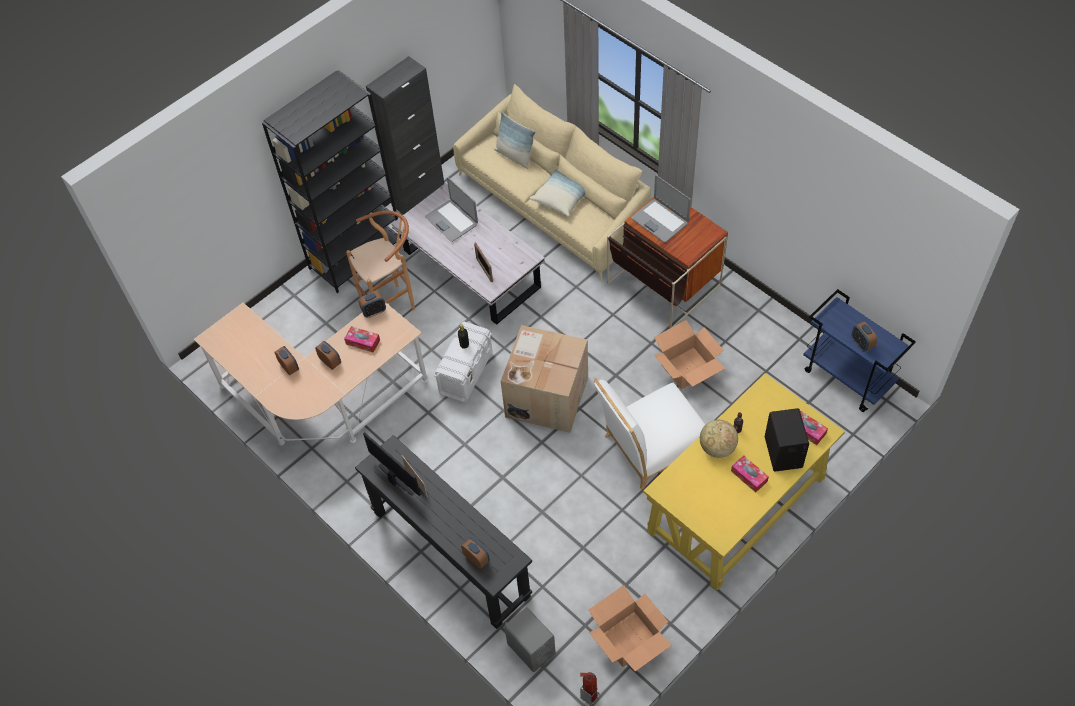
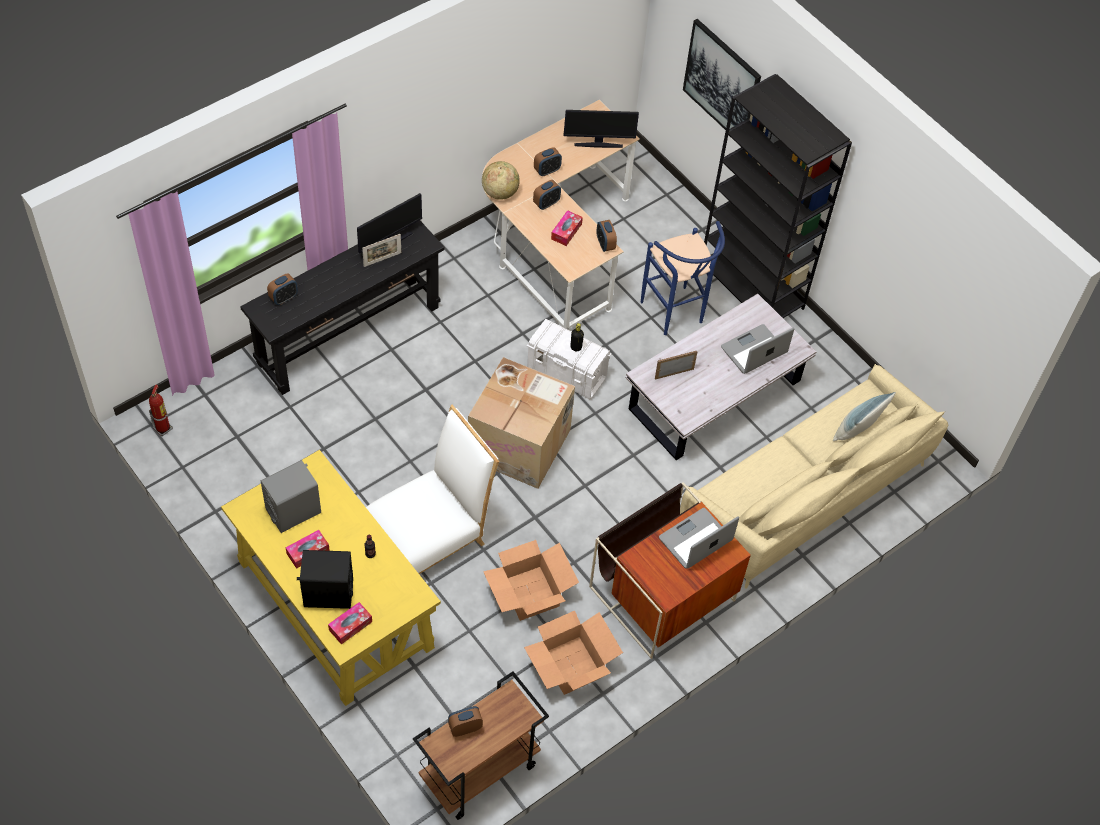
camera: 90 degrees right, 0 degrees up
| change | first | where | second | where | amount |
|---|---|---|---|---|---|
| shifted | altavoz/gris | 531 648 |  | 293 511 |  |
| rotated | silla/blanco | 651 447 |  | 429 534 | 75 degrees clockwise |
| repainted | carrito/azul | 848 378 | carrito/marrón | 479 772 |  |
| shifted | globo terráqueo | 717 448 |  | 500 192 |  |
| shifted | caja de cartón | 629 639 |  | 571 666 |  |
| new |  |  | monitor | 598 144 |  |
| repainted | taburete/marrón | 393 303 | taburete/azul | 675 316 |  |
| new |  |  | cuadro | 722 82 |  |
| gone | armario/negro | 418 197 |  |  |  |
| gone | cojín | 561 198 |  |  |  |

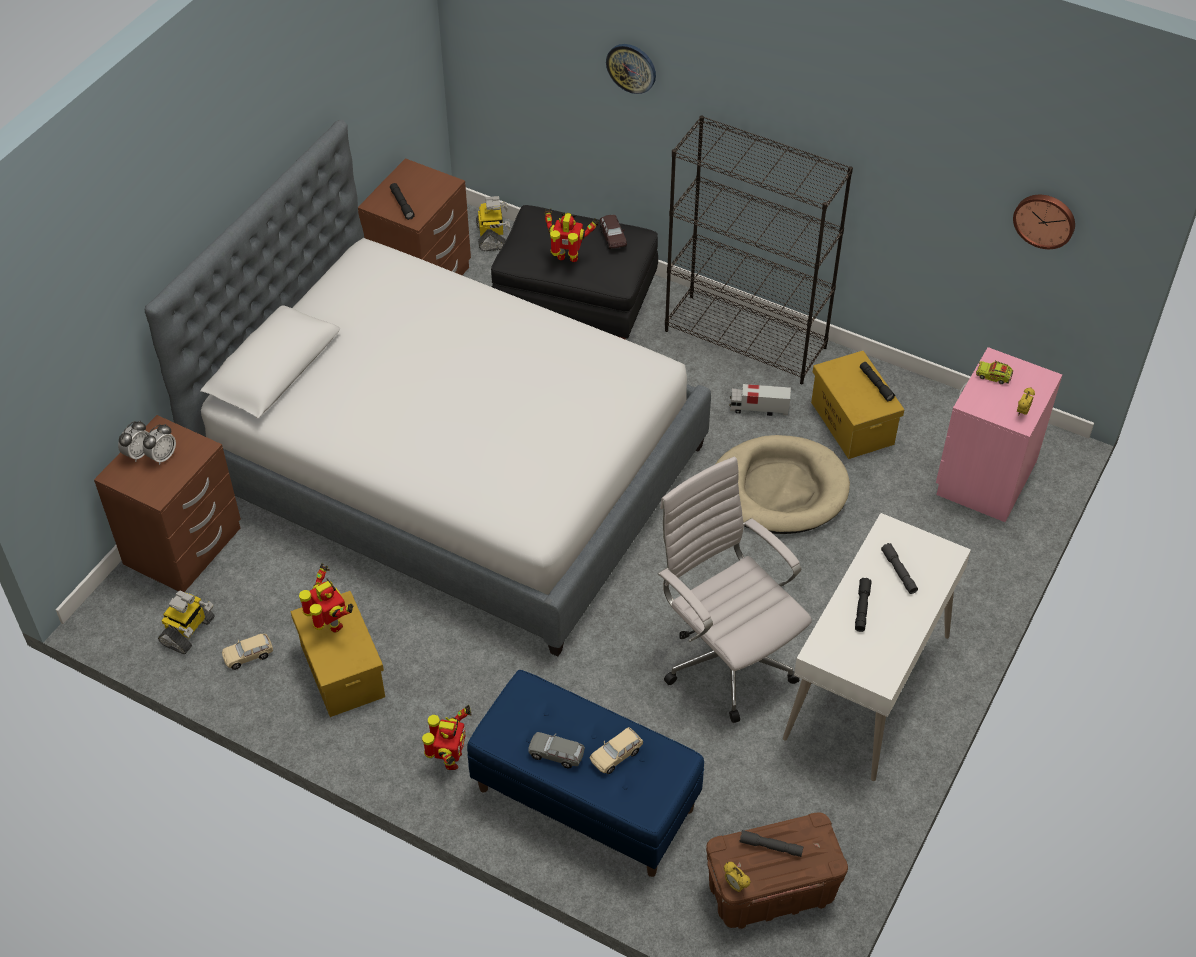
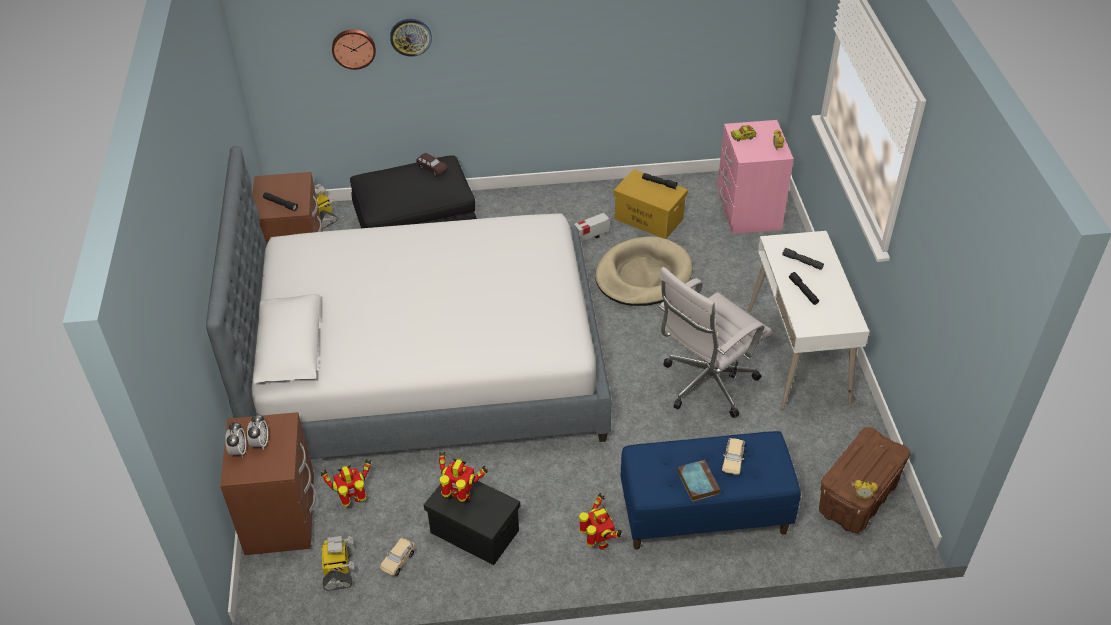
camera: 35 degrees left, 5 degrees down
| change | first | where | second | where | amount |
|---|---|---|---|---|---|
| shifted | robot de juguete | 568 259 |  | 353 501 |  |
| shifted | reloj de pared | 1045 219 |  | 353 48 |  |
| repainted | caja de almacenaje/amarillo | 342 670 | caja de almacenaje/negro | 473 531 |  |
| rotated | silla de oficina/blanco | 725 659 |  | 705 385 | 60 degrees counterclockwise |
| swapped | coche de juguete/gris | 556 754 | libro | 697 482 |  |
| gone | estantería/negro | 746 339 |  |  |  |
| gone | linterna/gris | 771 846 |  |  |  |

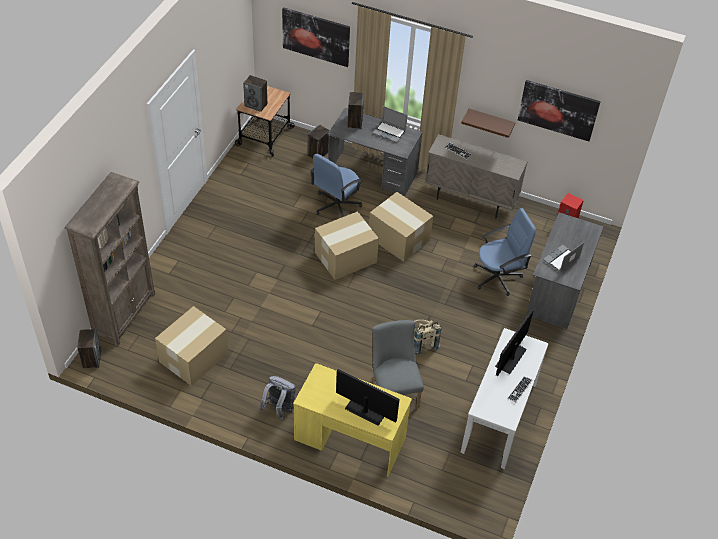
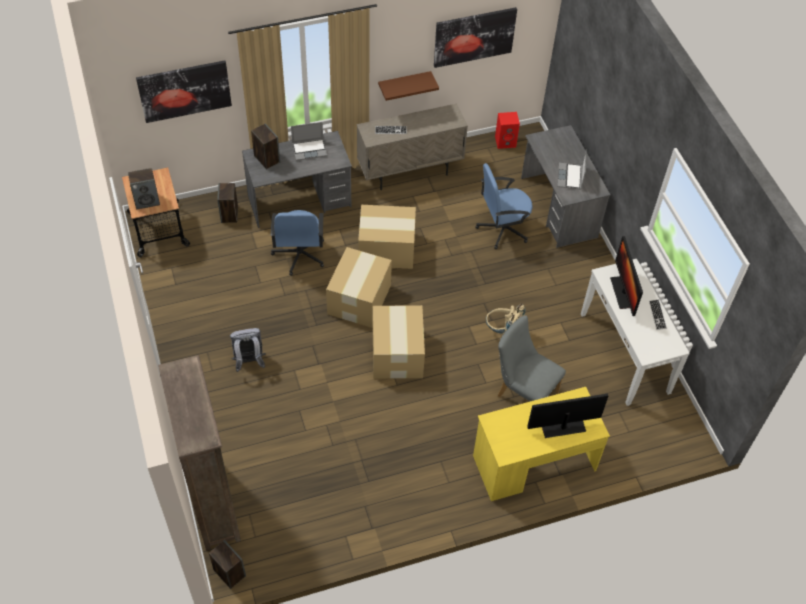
camera: 40 degrees left, 5 degrees up
| change | first | where | second | where | amount |
|---|---|---|---|---|---|
| shifted | mochila/gris | 279 409 |  | 249 362 |  |
| shifted | caja de cartón | 194 357 |  | 397 353 |  |
| rotated | silla de oficina/azul | 498 277 |  | 502 229 | 135 degrees counterclockwise |

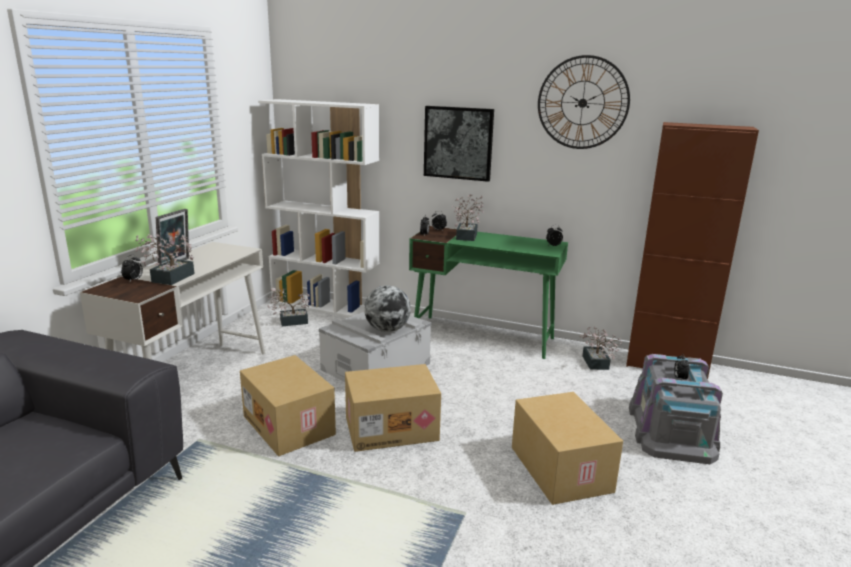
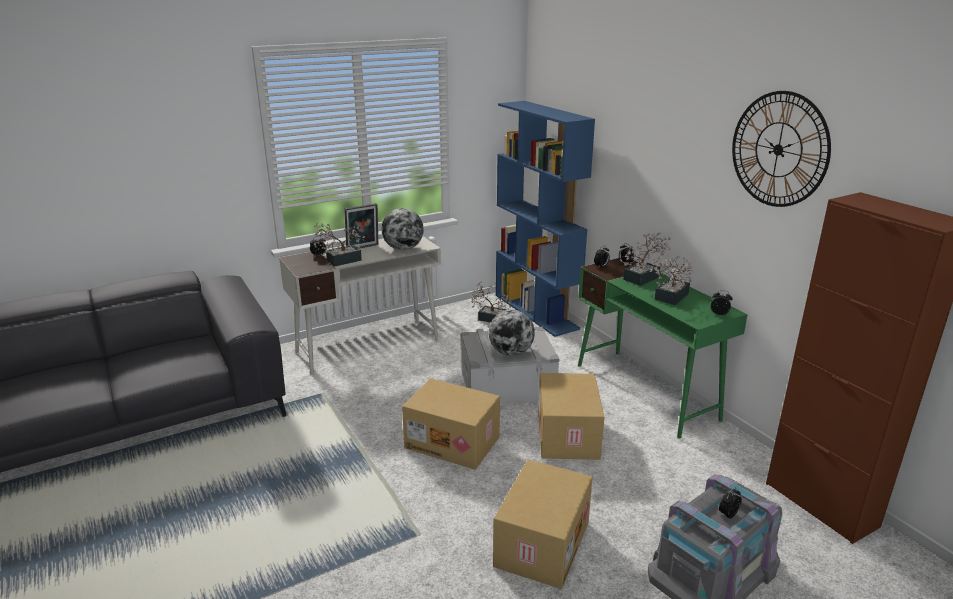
camera: 40 degrees right, 5 degrees up
| change | first | where | second | where | amount |
|---|---|---|---|---|---|
| new |  |  | globo terráqueo | 403 249 |  |
| repainted | estantería/blanco | 326 306 | estantería/azul | 536 311 |  |
| shifted | caja de cartón | 290 425 |  | 569 435 |  |
| shifted | planta en maceta | 596 364 |  | 669 298 |  |
| gone | cuadro | 458 143 |  |  |  |

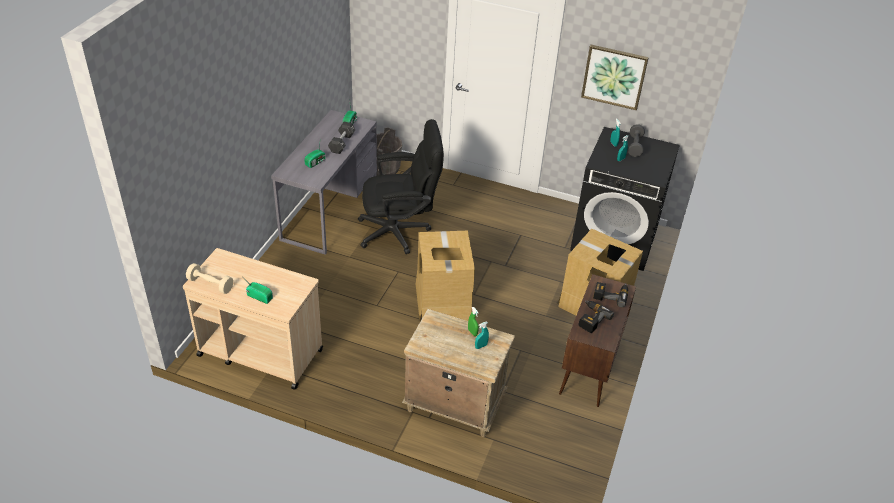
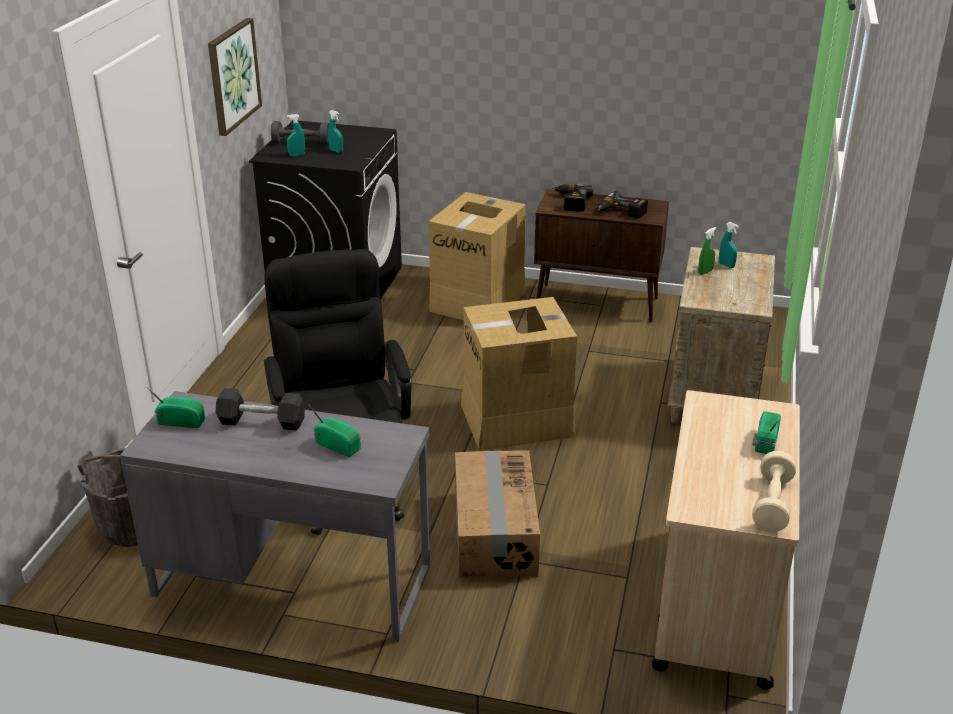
camera: 95 degrees left, 10 degrees down
| change | first | where | second | where | amount |
|---|---|---|---|---|---|
| new |  |  | caja de cartón | 493 533 |  |

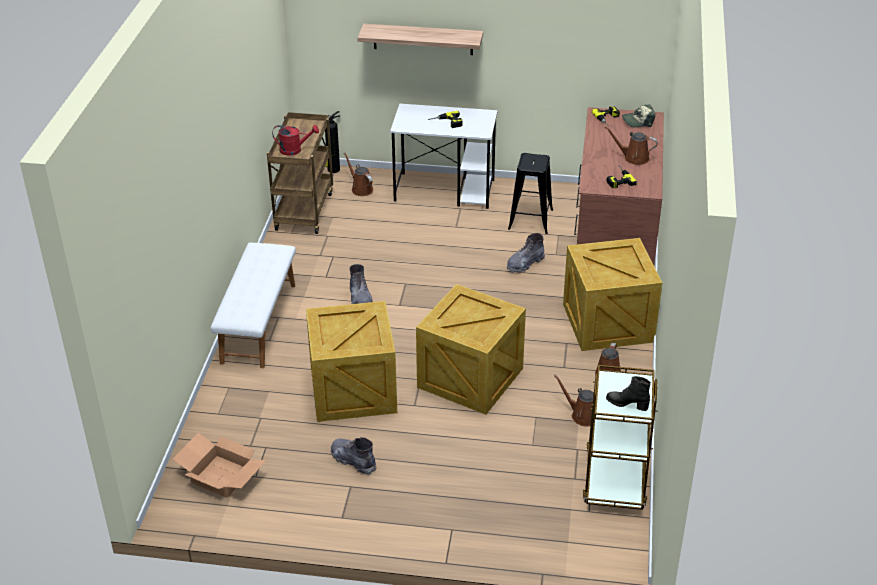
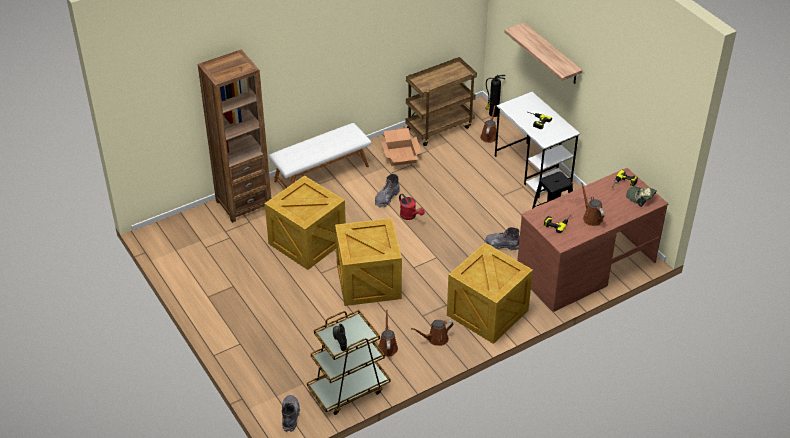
camera: 50 degrees right, 5 degrees up
| change | first | where | second | where | amount |
|---|---|---|---|---|---|
| new |  |  | estantería/marrón | 243 203 |  |
| shifted | bota/gris | 353 460 |  | 290 416 |  |
| shifted | caja de cartón | 220 476 |  | 400 155 |  |
| shifted | regadera/rojo | 294 150 |  | 410 216 |  |

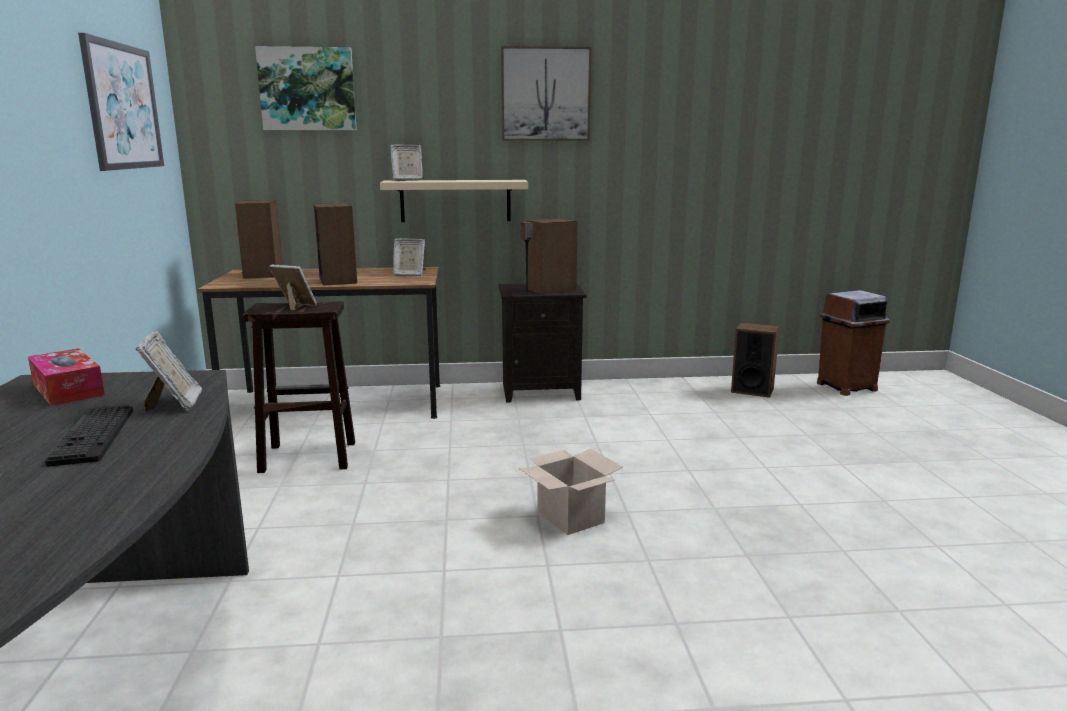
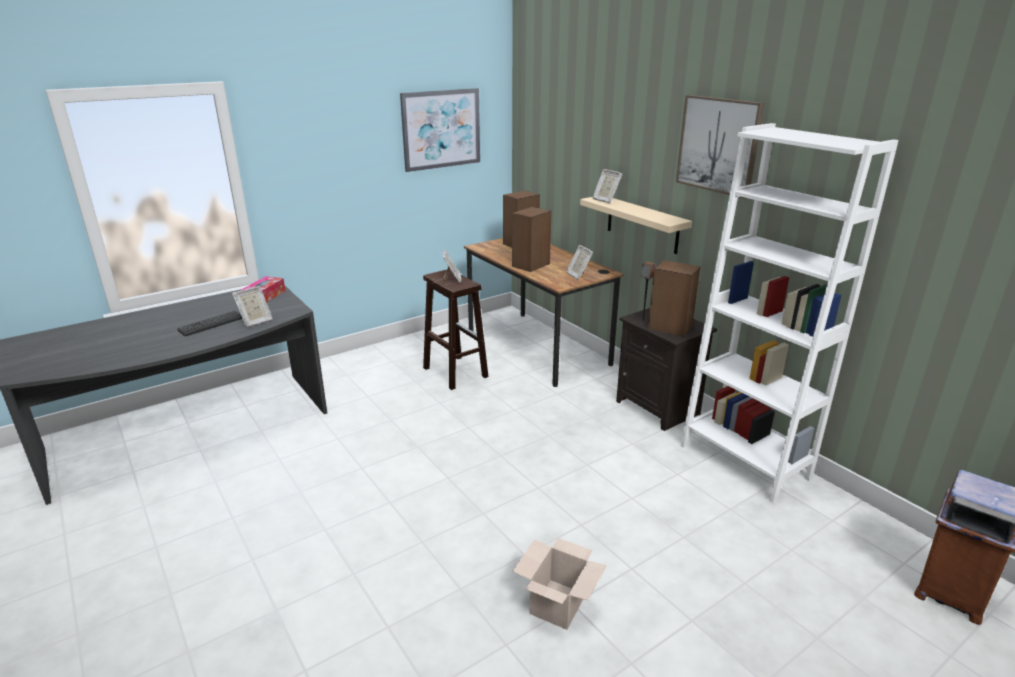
camera: 60 degrees right, 10 degrees up
| change | first | where | second | where | amount |
|---|---|---|---|---|---|
| shifted | caja de cartón | 568 517 |  | 557 603 |  |
| new |  |  | estantería/blanco | 744 461 |  |
| gone | cuadro | 307 89 |  |  |  |
| gone | altavoz | 752 390 |  |  |  |

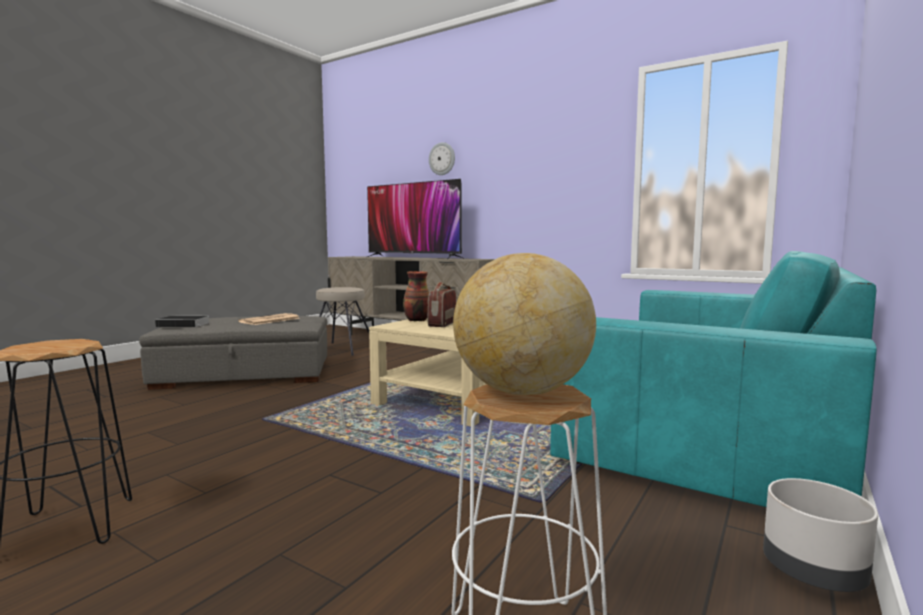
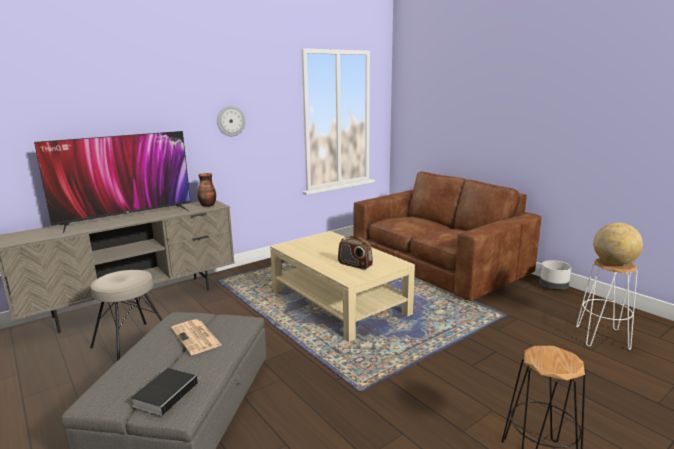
camera: 70 degrees left, 10 degrees up
| change | first | where | second | where | amount |
|---|---|---|---|---|---|
| shifted | florero | 416 320 |  | 208 205 |  |
| shifted | reloj de pared | 442 159 |  | 231 121 |  |
| repainted | sofá/turquesa | 711 432 | sofá/marrón | 439 264 |  |

